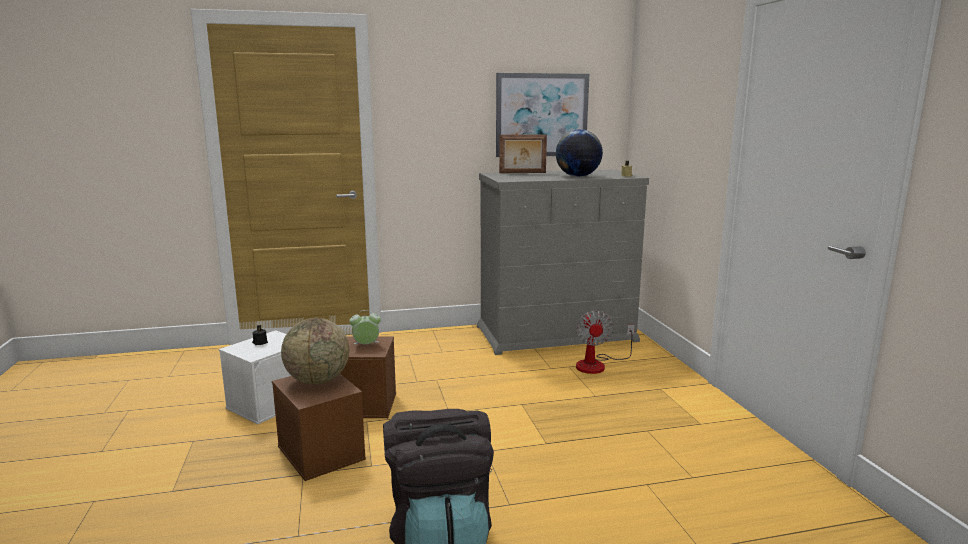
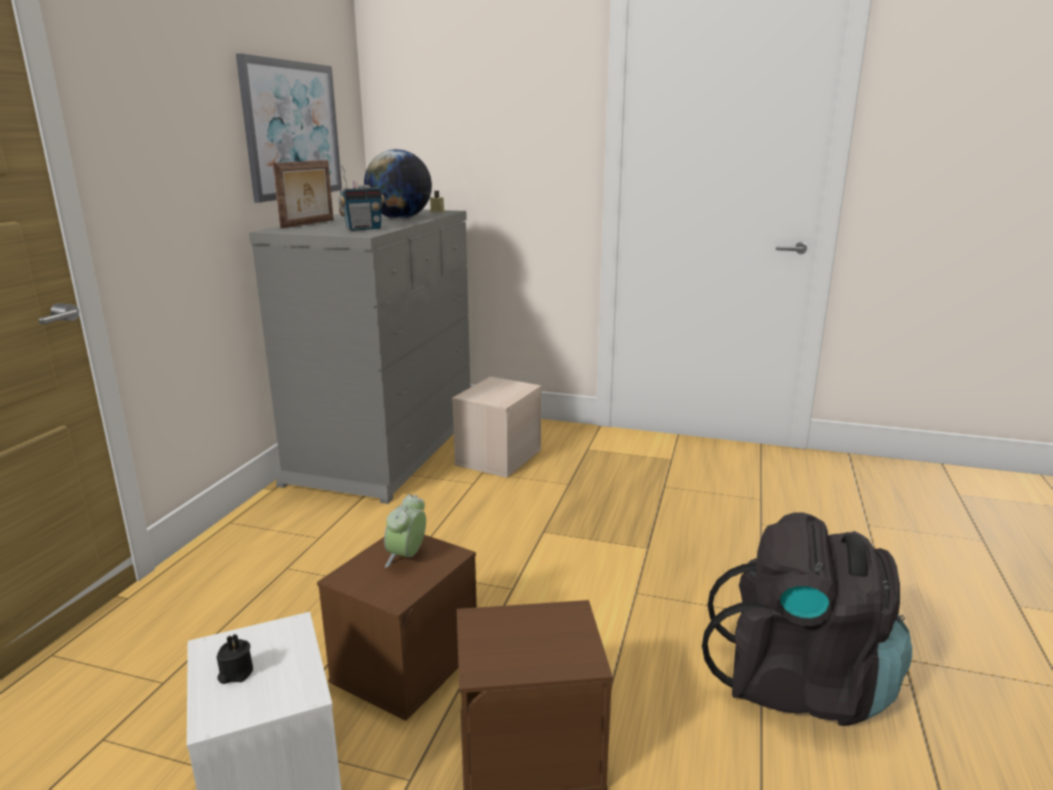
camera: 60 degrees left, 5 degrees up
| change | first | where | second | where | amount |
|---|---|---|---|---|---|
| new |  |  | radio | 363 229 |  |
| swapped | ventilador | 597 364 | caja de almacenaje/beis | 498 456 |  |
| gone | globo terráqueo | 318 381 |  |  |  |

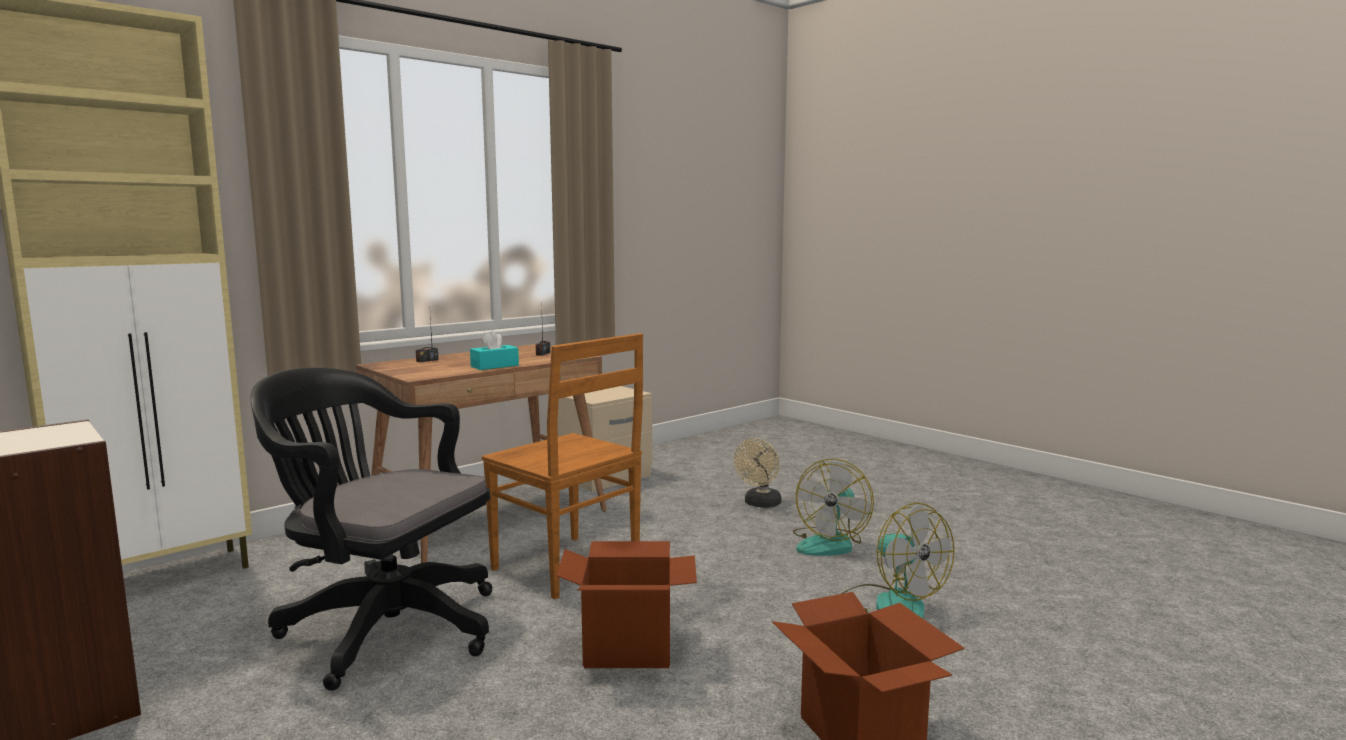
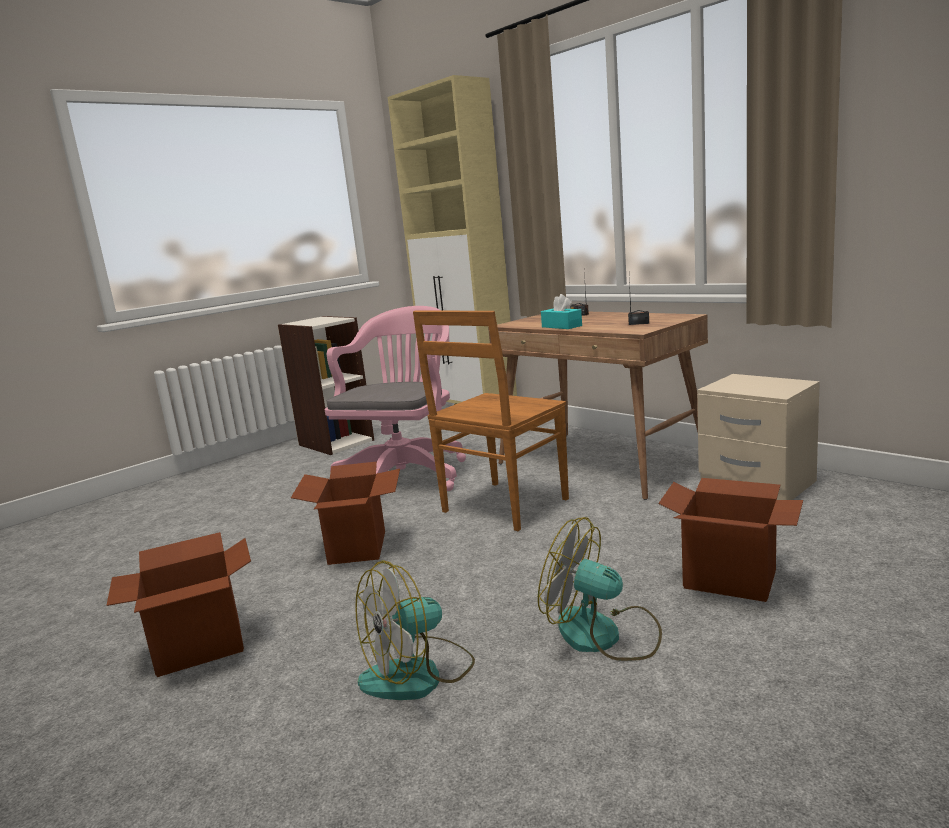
camera: 90 degrees right, 5 degrees up
| change | first | where | second | where | amount |
|---|---|---|---|---|---|
| repainted | silla de oficina/negro | 383 627 | silla de oficina/rosa | 406 475 |  |
| swapped | ventilador/beis | 760 504 | caja de cartón | 730 579 |  |

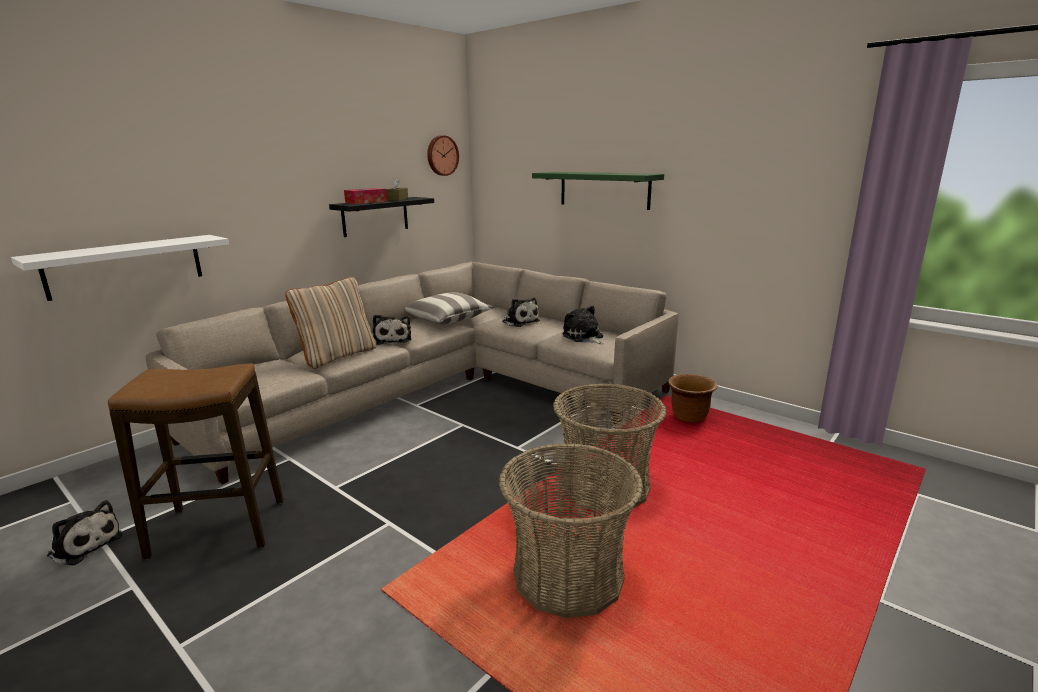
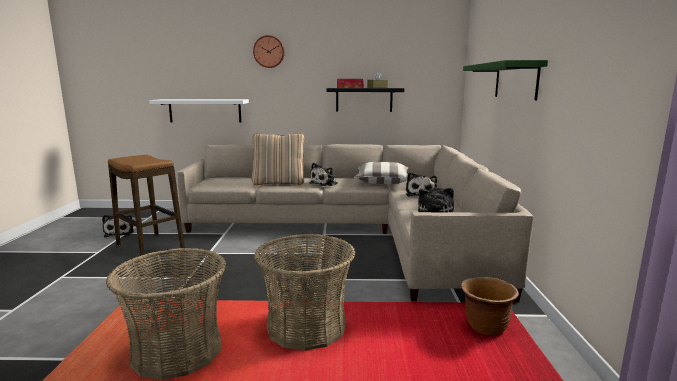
camera: 50 degrees right, 5 degrees down
| change | first | where | second | where | amount |
|---|---|---|---|---|---|
| shifted | reloj de pared | 441 155 |  | 269 52 |  |

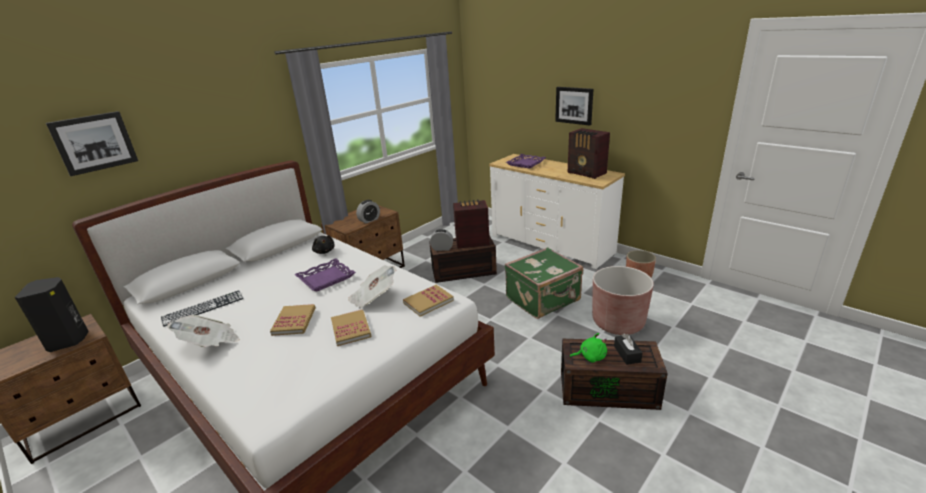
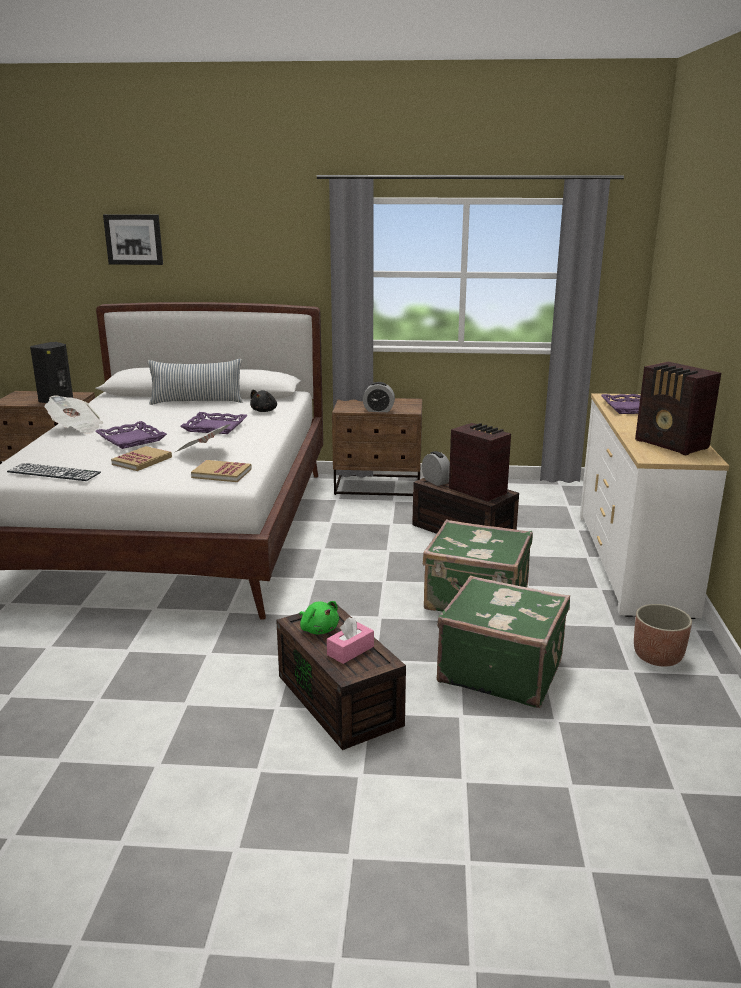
camera: 50 degrees right, 5 degrees down
| change | first | where | second | where | amount |
|---|---|---|---|---|---|
| shifted | teclado | 203 308 |  | 54 472 |  |
| swapped | libro | 294 321 | bandeja/morado | 131 439 |  |
| new |  |  | cojín | 197 402 |  |
| repainted | caja de pañuelos/negro | 627 354 | caja de pañuelos/rosa | 350 651 |  |
| swapped | maceta/marrón | 618 322 | maleta/verde | 500 670 |  |
| rotated | radio | 587 173 |  | 671 445 | 45 degrees counterclockwise |
| gone | cuadro | 574 105 |  |  |  |

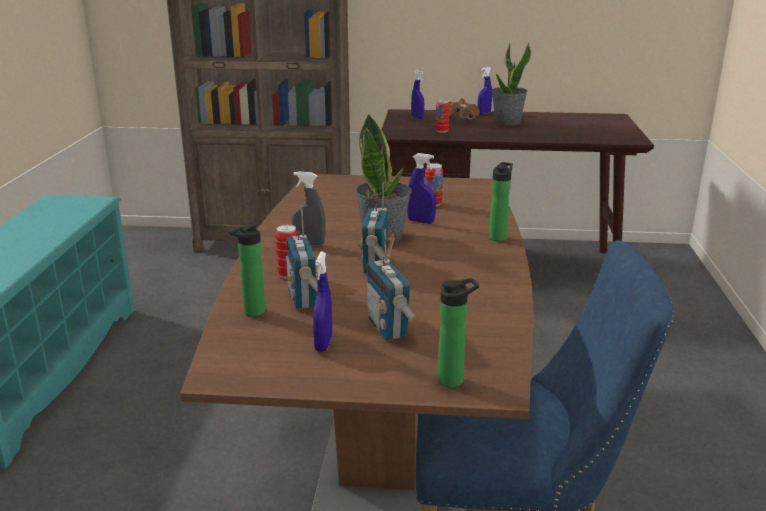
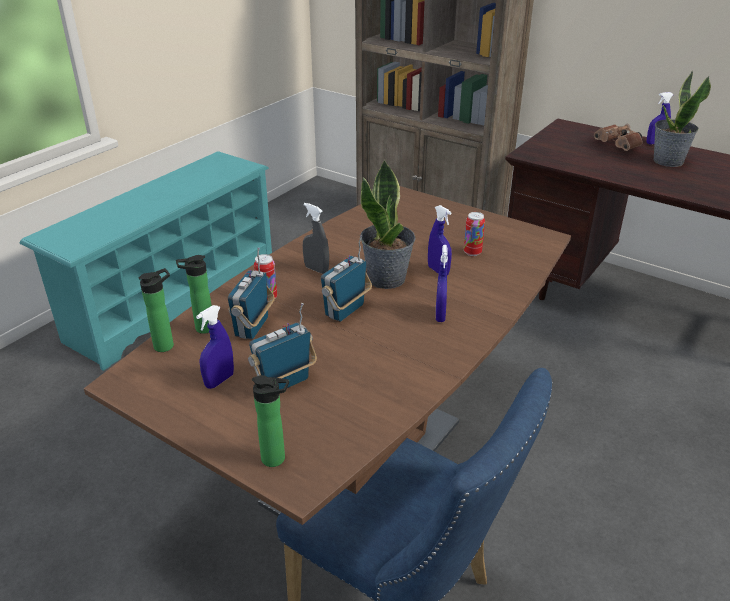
camera: 30 degrees right, 10 degrees up
| change | first | where | second | where | amount |
|---|---|---|---|---|---|
| shifted | botella | 498 237 |  | 167 345 |  |
| rotated | radio | 388 328 |  | 284 383 | 45 degrees clockwise |
| shifted | pulverizador/azul | 417 117 |  | 440 315 |  |
| gone | lata | 442 131 |  |  |  |

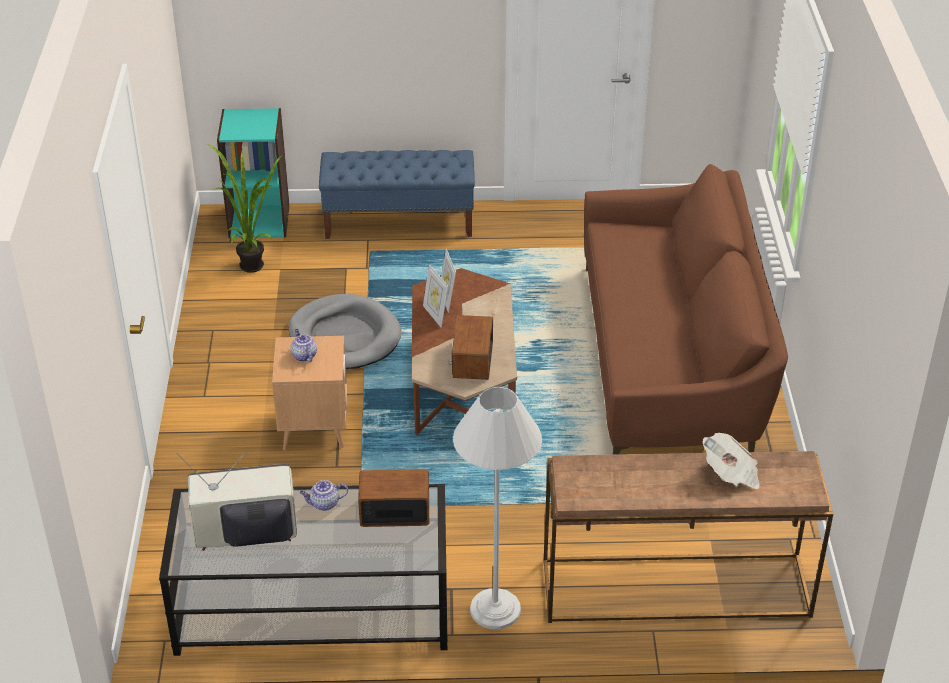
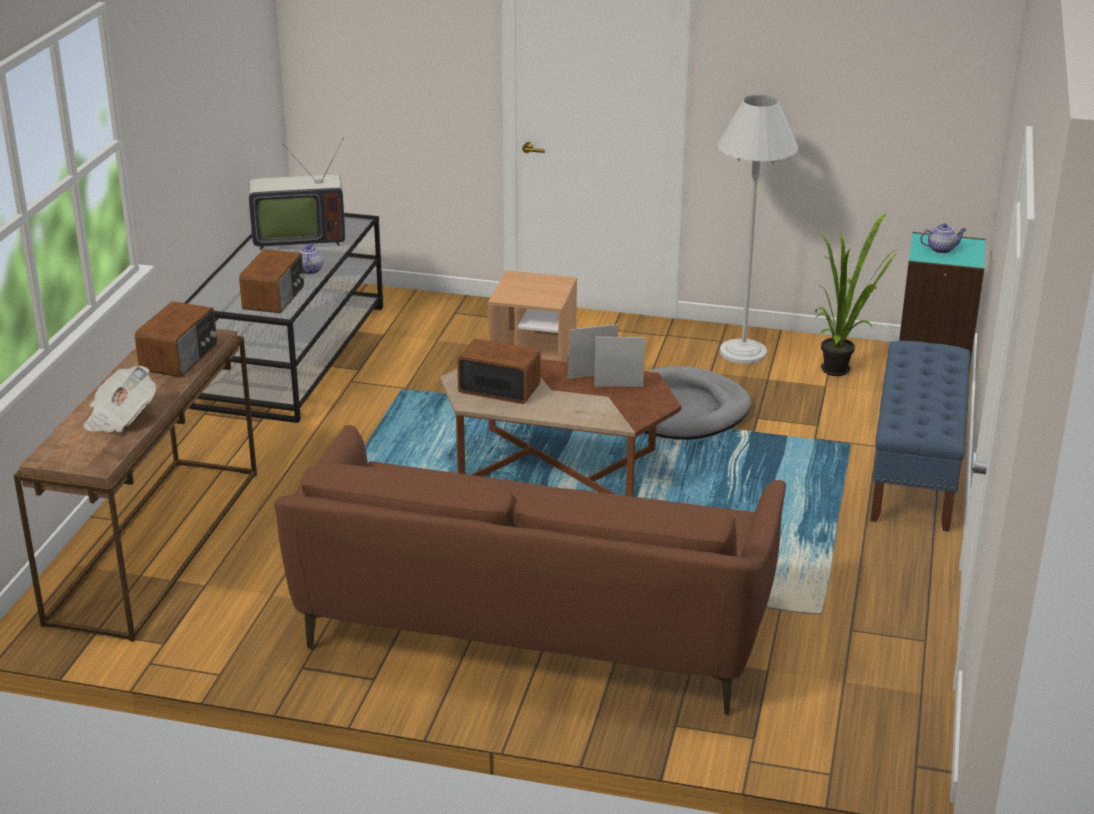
camera: 105 degrees right, 10 degrees down
| change | first | where | second | where | amount |
|---|---|---|---|---|---|
| new |  |  | radio | 180 357 |  |
| rotated | televisor | 248 535 |  | 297 239 | 75 degrees clockwise |
| shifted | lámpara de pie/blanco | 495 609 |  | 743 352 |  |
| shifted | tetera | 303 355 |  | 941 249 |  |

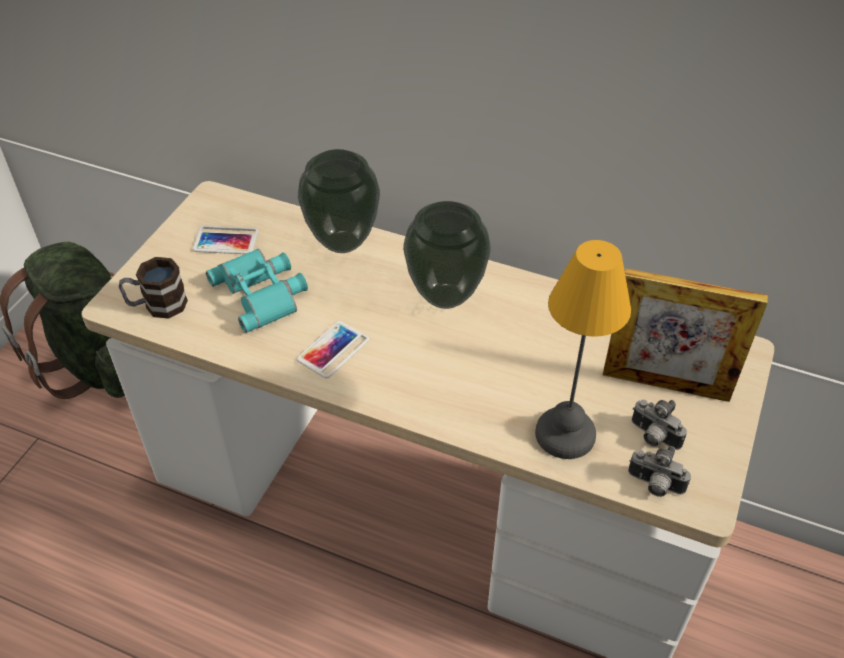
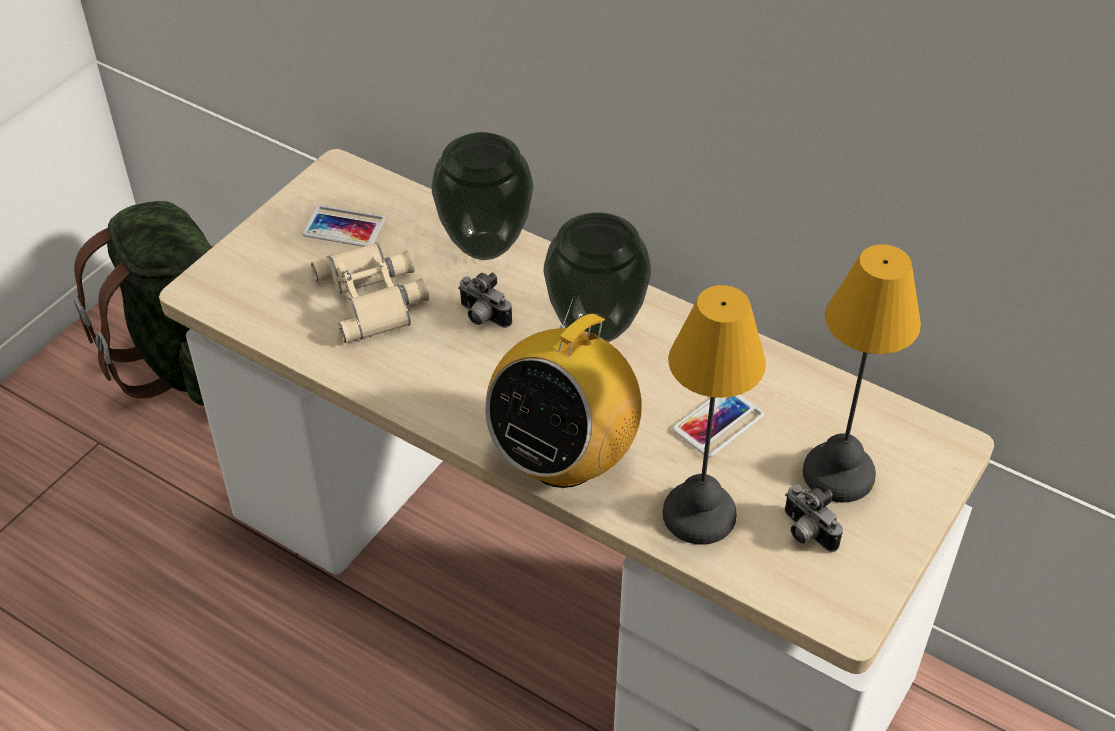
camera: 10 degrees right, 0 degrees up
| change | first | where | second | where | amount |
|---|---|---|---|---|---|
| repainted | prismáticos/turquesa | 262 293 | prismáticos/beis | 375 297 |  |
| shifted | cámara | 654 485 |  | 482 318 |  |
| new |  |  | radio | 563 458 |  |
| shifted | móvil | 333 350 |  | 718 422 |  |
| swapped | portarretratos | 665 384 | lámpara de mesa | 840 472 |  |
| gone | taza grande | 157 305 |  |  |  |

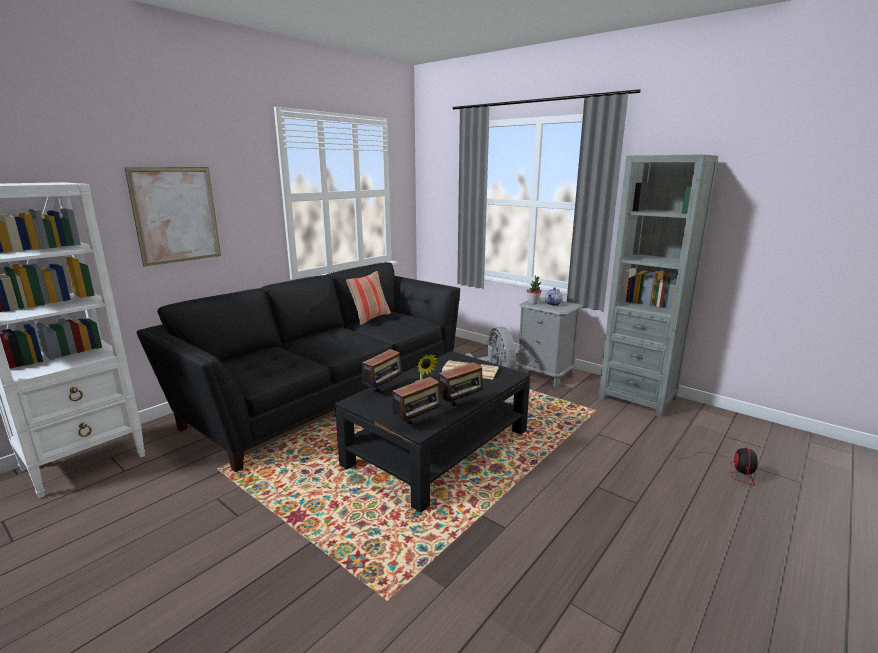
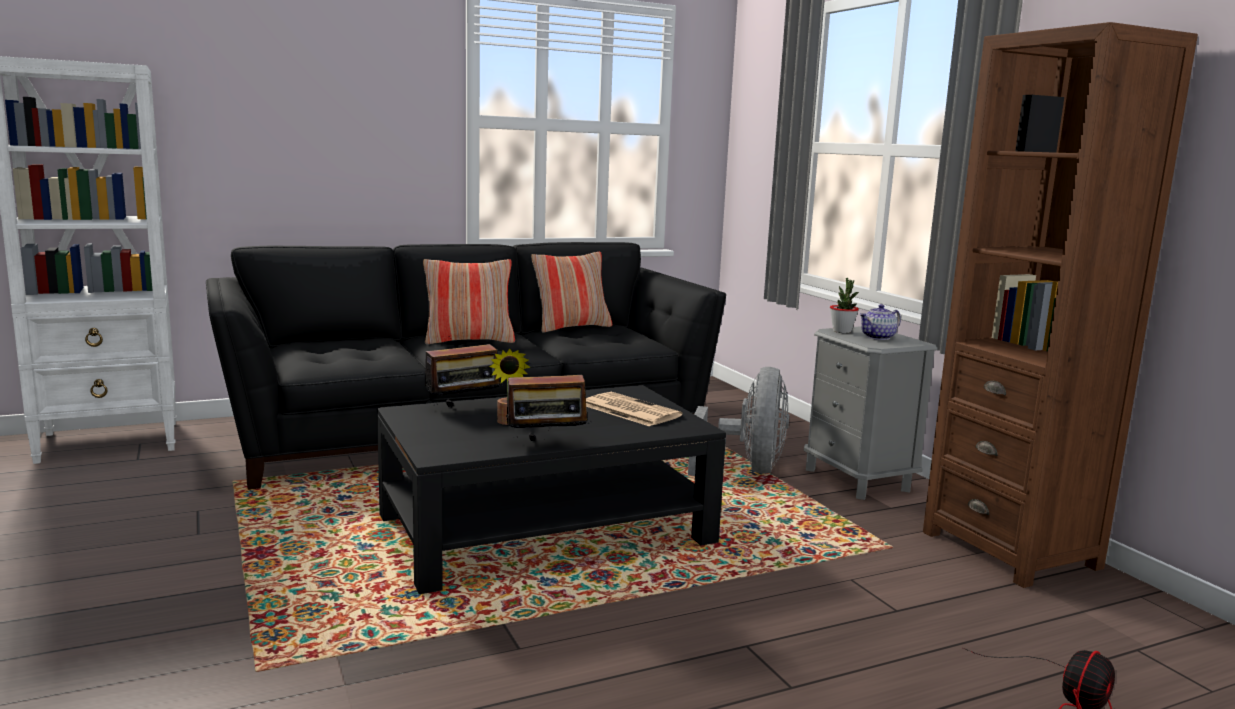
camera: 25 degrees right, 5 degrees down
| change | first | where | second | where | amount |
|---|---|---|---|---|---|
| new |  |  | cojín | 469 341 |  |
| repainted | estantería/gris | 637 398 | estantería/marrón | 1010 549 |  |
| gone | cuadro | 176 215 |  |  |  |
| gone | radio | 418 423 |  |  |  |

